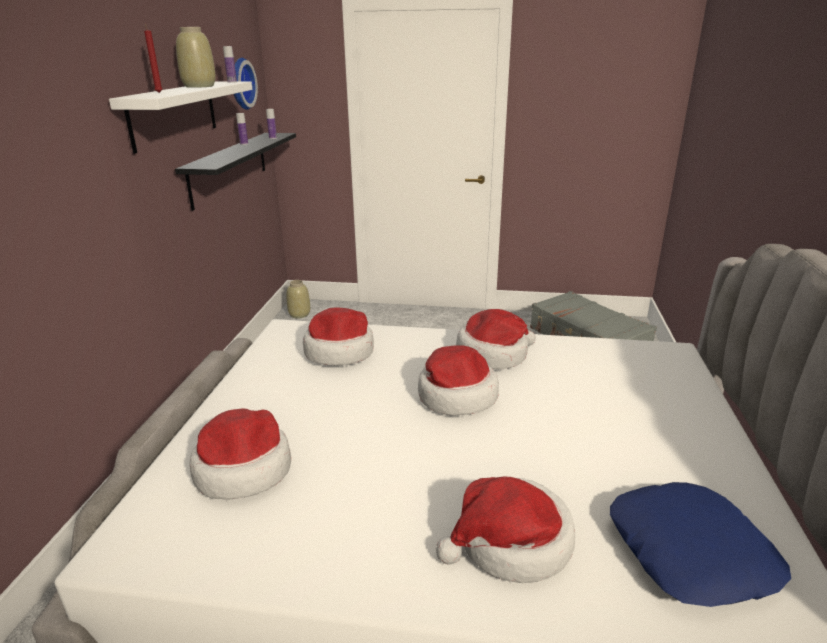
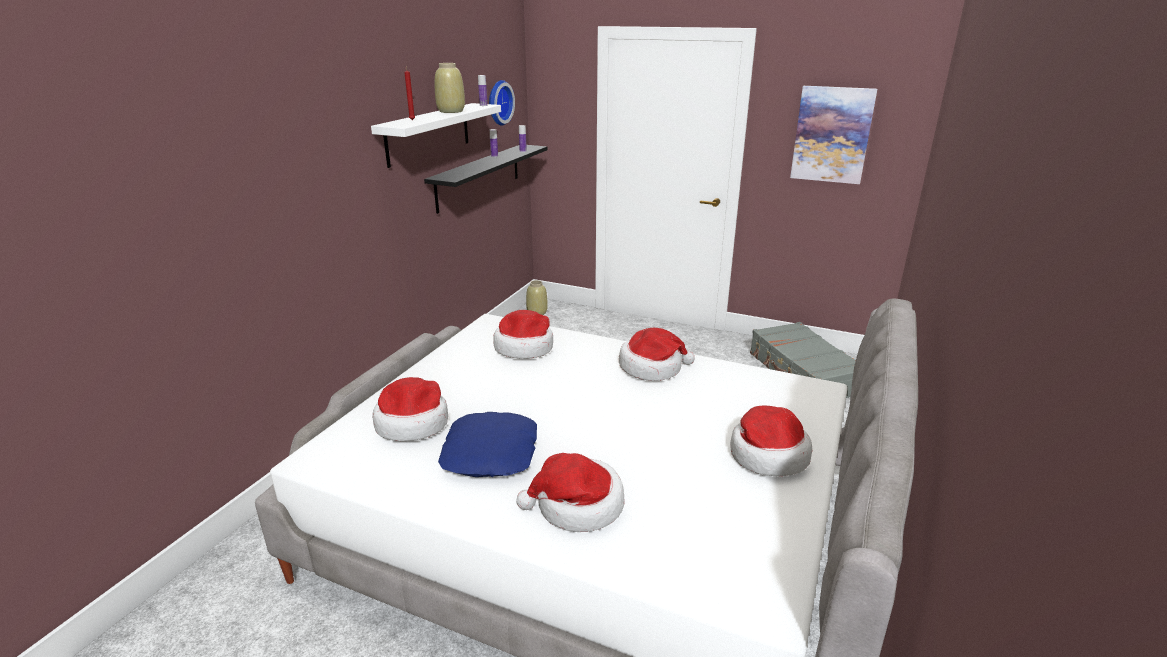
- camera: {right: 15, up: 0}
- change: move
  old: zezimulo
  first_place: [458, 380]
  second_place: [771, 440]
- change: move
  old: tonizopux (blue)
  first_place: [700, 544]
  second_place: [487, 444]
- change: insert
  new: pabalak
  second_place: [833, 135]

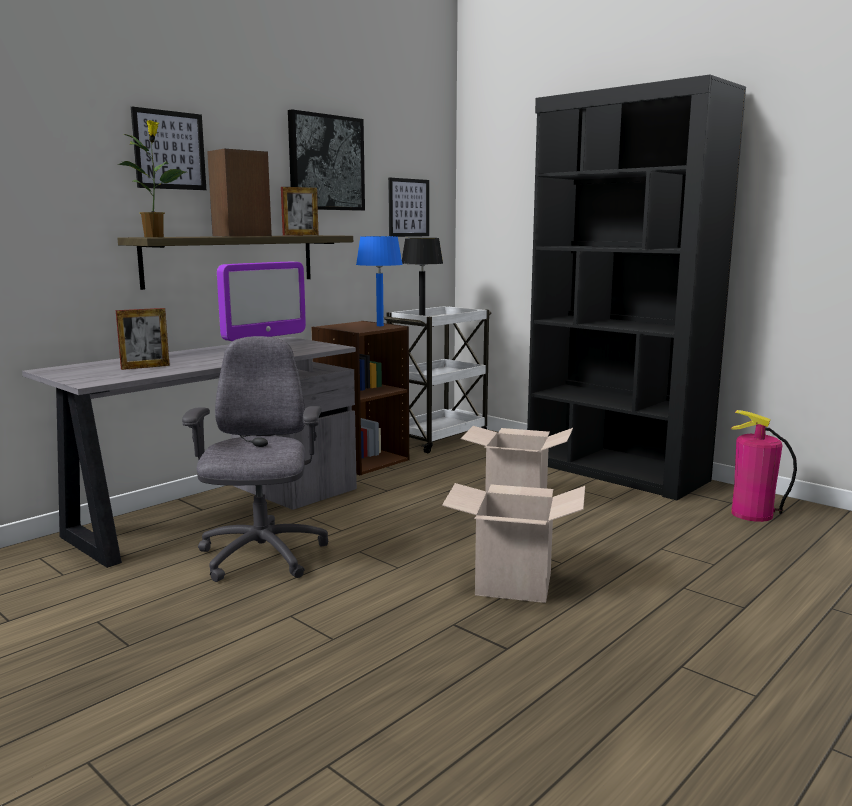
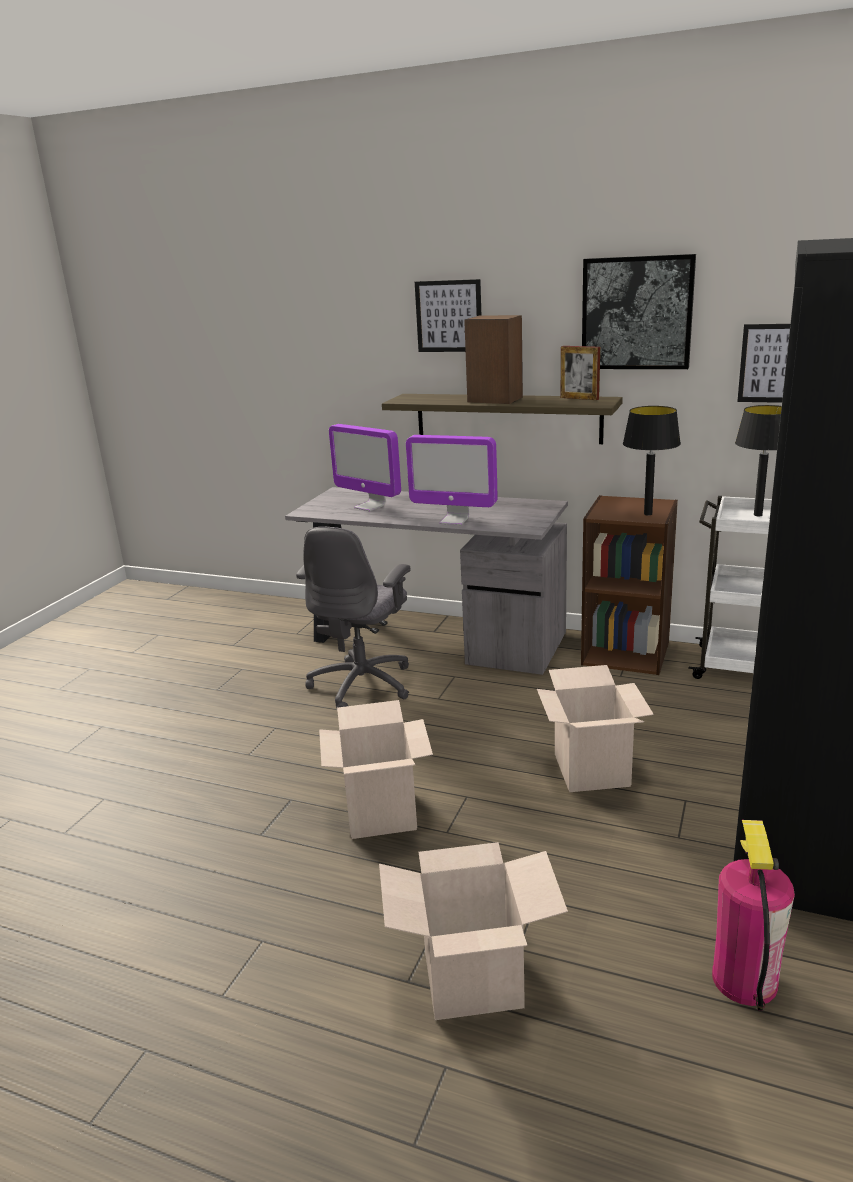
- camera: {right: 70, up: 10}
- change: delete
  old: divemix
  first_place: [152, 178]
- change: recolor
  old: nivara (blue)
  new: nivara (black)
  first_place: [379, 281]
  second_place: [652, 461]
- change: replace
  old: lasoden
  new: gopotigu
  first_place: [143, 339]
  second_place: [365, 467]
- change: rotate
  old: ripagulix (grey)
  first_place: [255, 459]
  second_place: [353, 617]
  degrees: 135
- change: insert
  new: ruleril
  second_place: [473, 931]

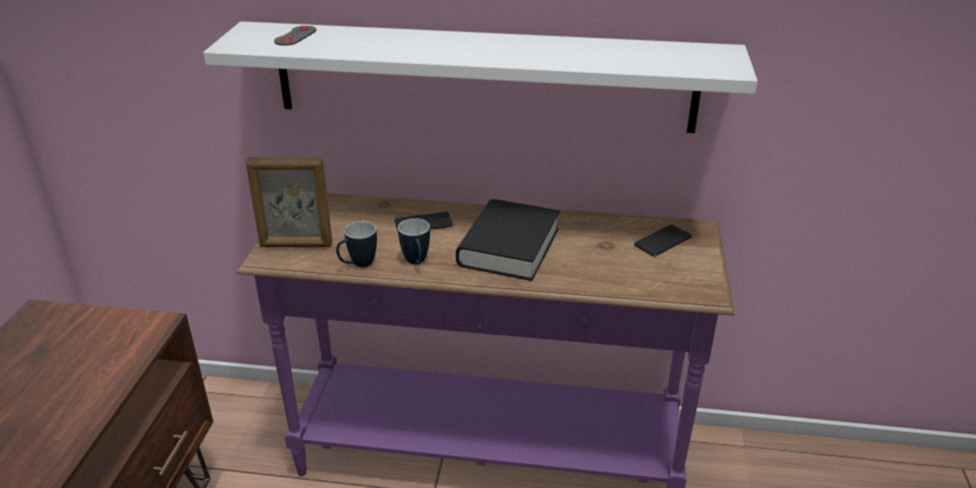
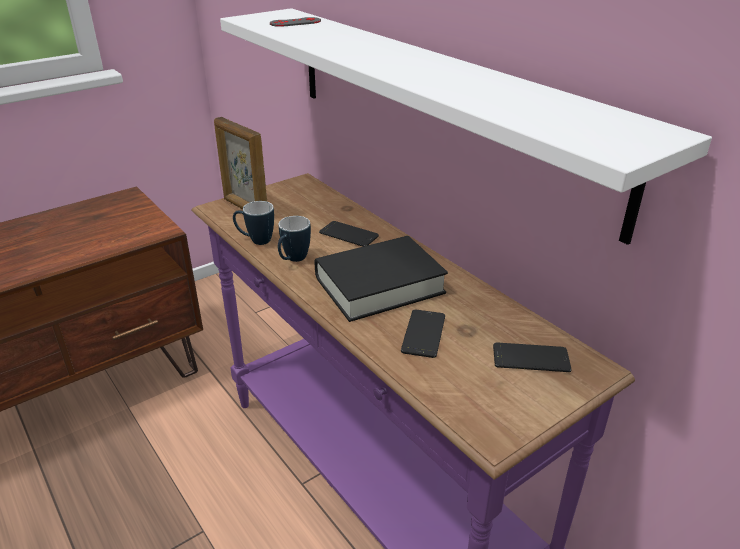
- camera: {right: 45, up: 0}
- change: insert
  new: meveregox
  second_place: [423, 333]

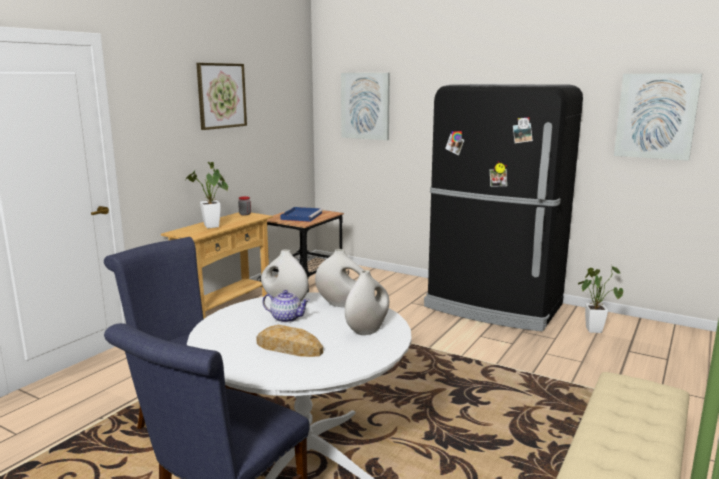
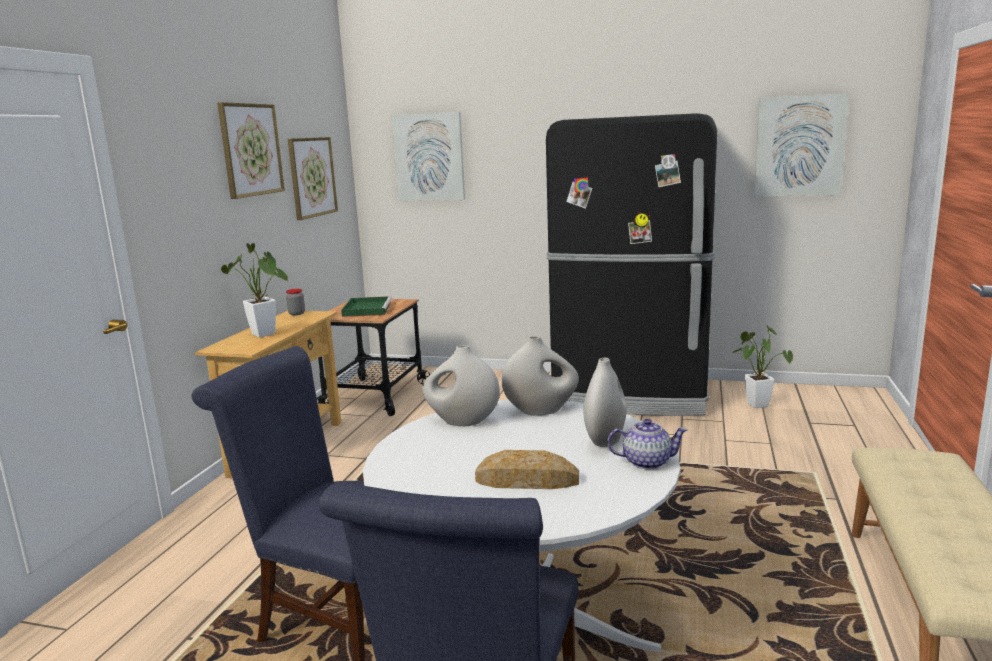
- camera: {right: -15, up: 0}
- change: recolor
  old: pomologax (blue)
  new: pomologax (green)
  first_place: [301, 214]
  second_place: [366, 306]
- change: move
  old: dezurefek
  first_place: [286, 306]
  second_place: [647, 444]
- change: insert
  new: pabalak
  second_place: [313, 178]

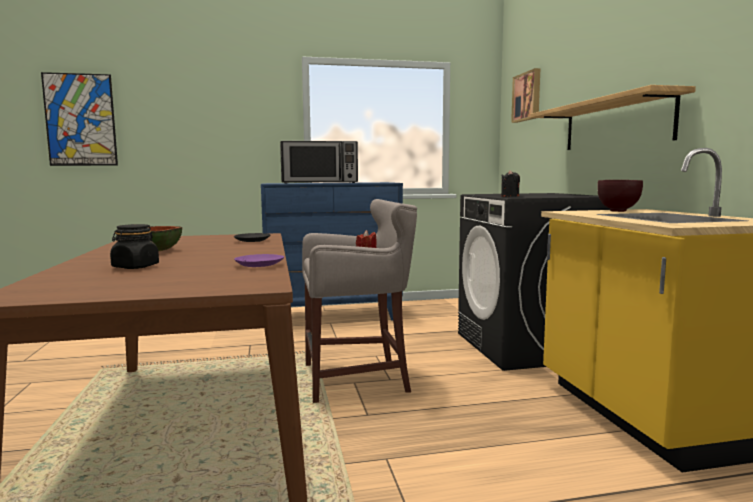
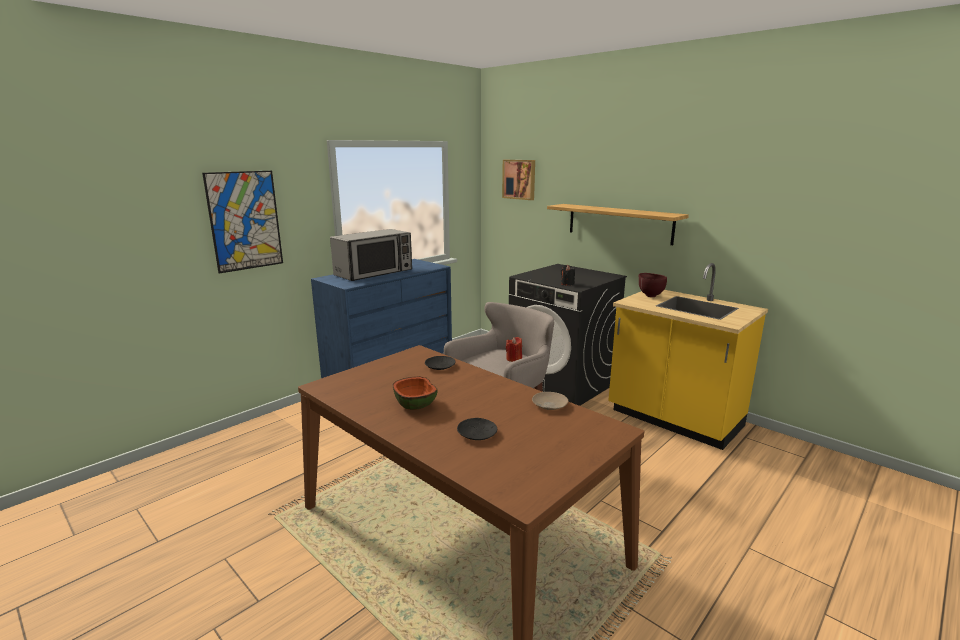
- camera: {right: -35, up: 10}
- change: move
  old: pabalak
  first_place: [79, 119]
  second_place: [242, 222]
- change: replace
  old: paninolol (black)
  new: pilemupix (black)
  first_place: [134, 246]
  second_place: [477, 429]
- change: recolor
  old: pilemupix (purple)
  new: pilemupix (beige)
  first_place: [259, 260]
  second_place: [550, 401]

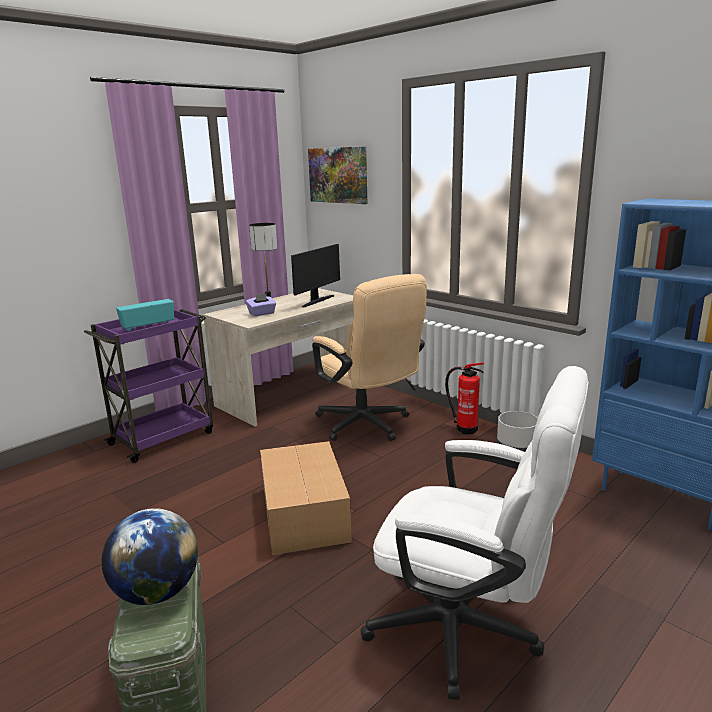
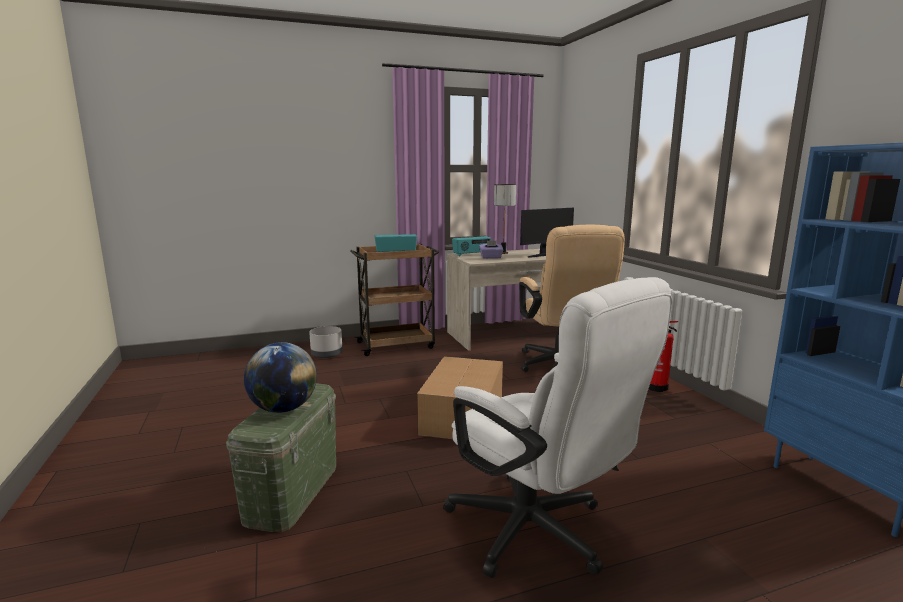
- camera: {right: 25, up: -5}
- change: delete
  old: pabalak
  first_place: [337, 175]
- change: recolor
  old: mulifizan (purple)
  new: mulifizan (brown)
  first_place: [148, 386]
  second_place: [395, 300]
- change: move
  old: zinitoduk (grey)
  first_place: [517, 431]
  second_place: [326, 342]
- change: insert
  new: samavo
  second_place: [471, 246]

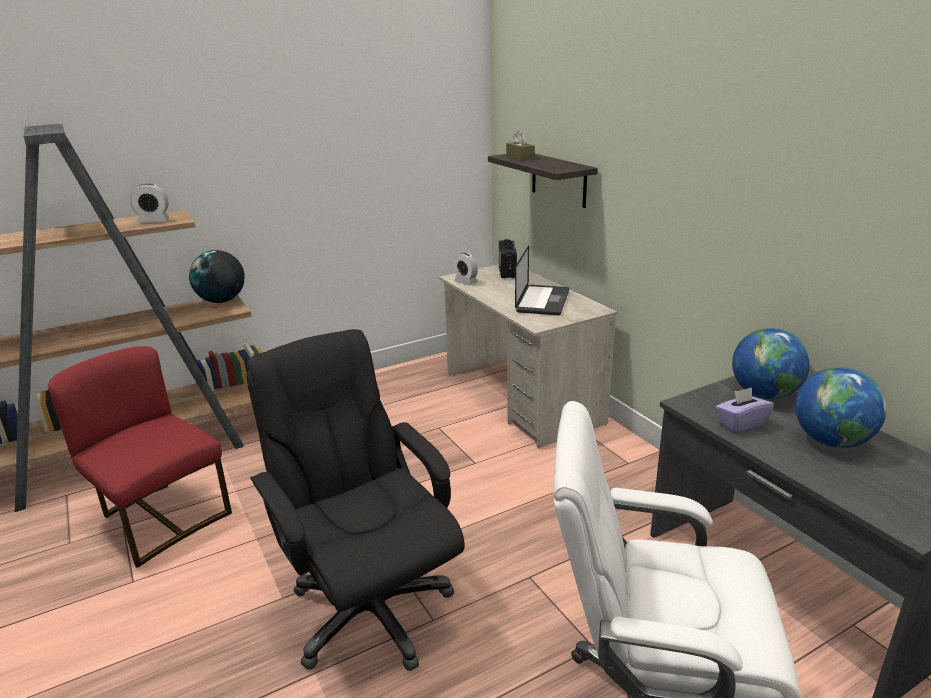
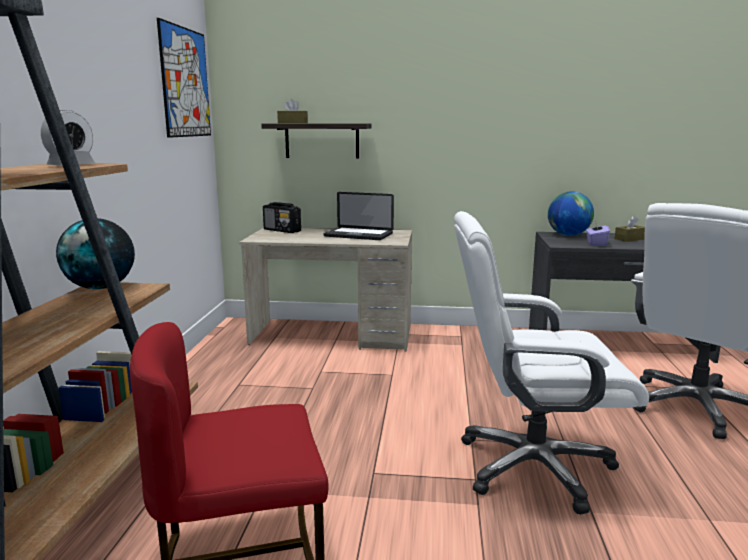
- camera: {right: -55, up: -10}
- change: rotate
  old: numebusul
  first_place: [542, 280]
  second_place: [359, 216]
  degrees: 150
- change: delete
  old: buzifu
  first_place: [466, 269]
- change: recolor
  old: ripagulix (black)
  new: ripagulix (white)
  first_place: [355, 500]
  second_place: [551, 363]
- change: replace
  old: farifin
  new: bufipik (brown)
  first_place: [841, 407]
  second_place: [630, 229]
- change: insert
  new: pabalak
  second_place: [184, 78]

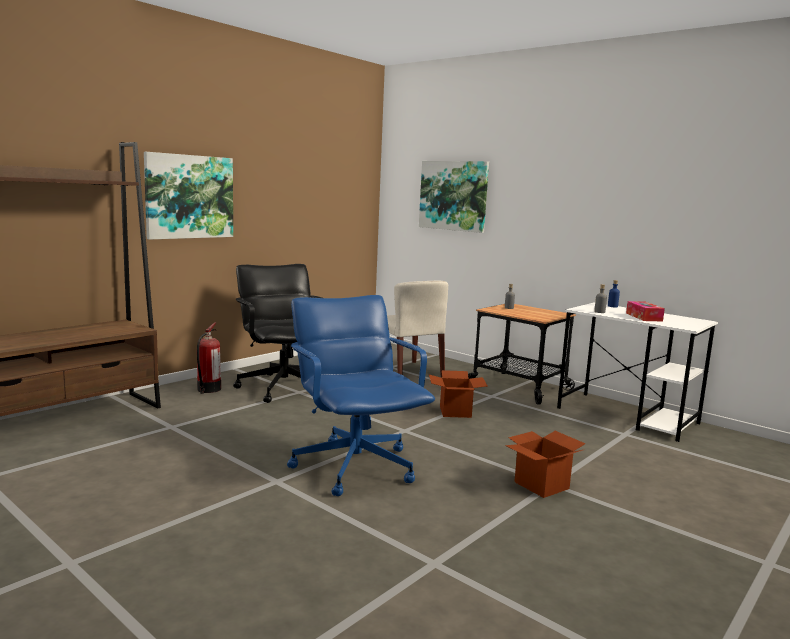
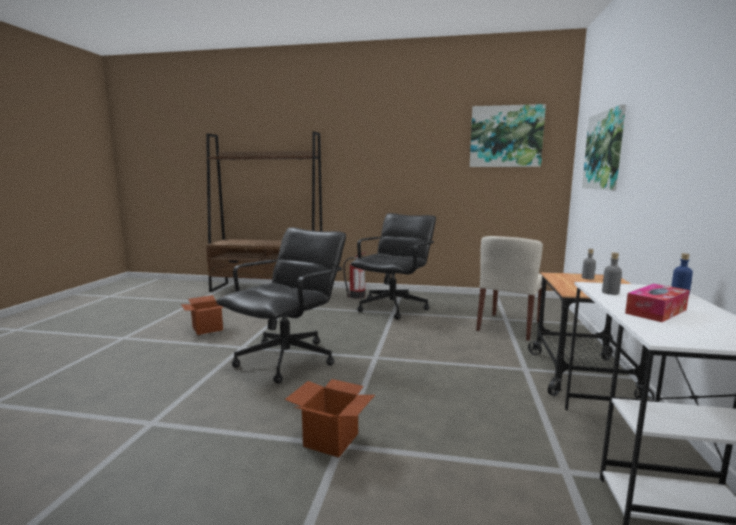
- camera: {right: 60, up: 0}
- change: move
  old: pabalak
  first_place: [188, 196]
  second_place: [508, 135]
- change: recolor
  old: ripagulix (blue)
  new: ripagulix (black)
  first_place: [361, 395]
  second_place: [281, 305]
- change: move
  old: ruleril
  first_place: [458, 394]
  second_place: [202, 315]

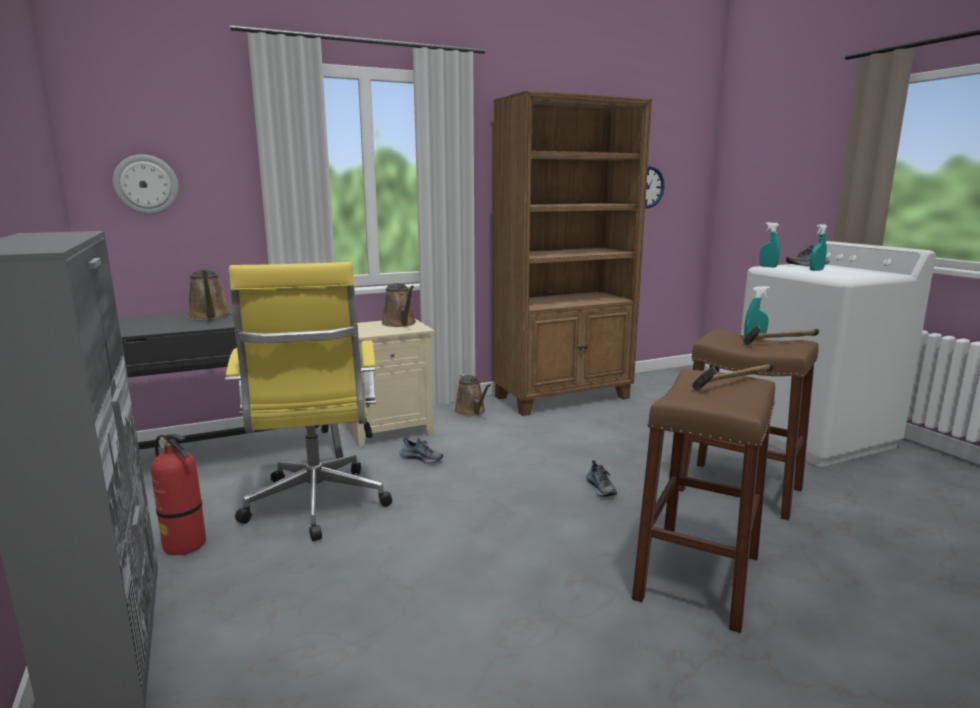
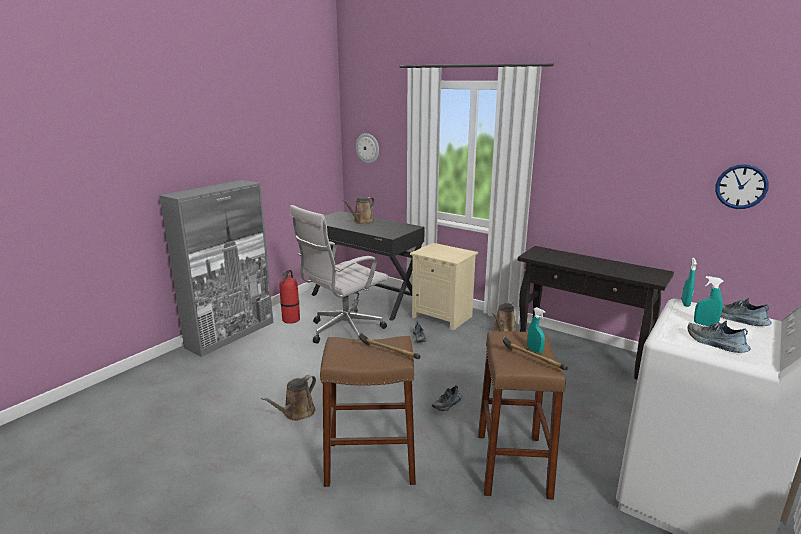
- camera: {right: 60, up: 5}
- change: replace
  old: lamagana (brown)
  new: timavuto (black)
  first_place: [572, 253]
  second_place: [595, 313]
- change: recolor
  old: ripagulix (yellow)
  new: ripagulix (white)
  first_place: [308, 401]
  second_place: [339, 274]
- change: move
  old: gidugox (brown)
  first_place: [399, 305]
  second_place: [288, 398]
- change: insert
  new: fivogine
  second_place: [719, 337]

